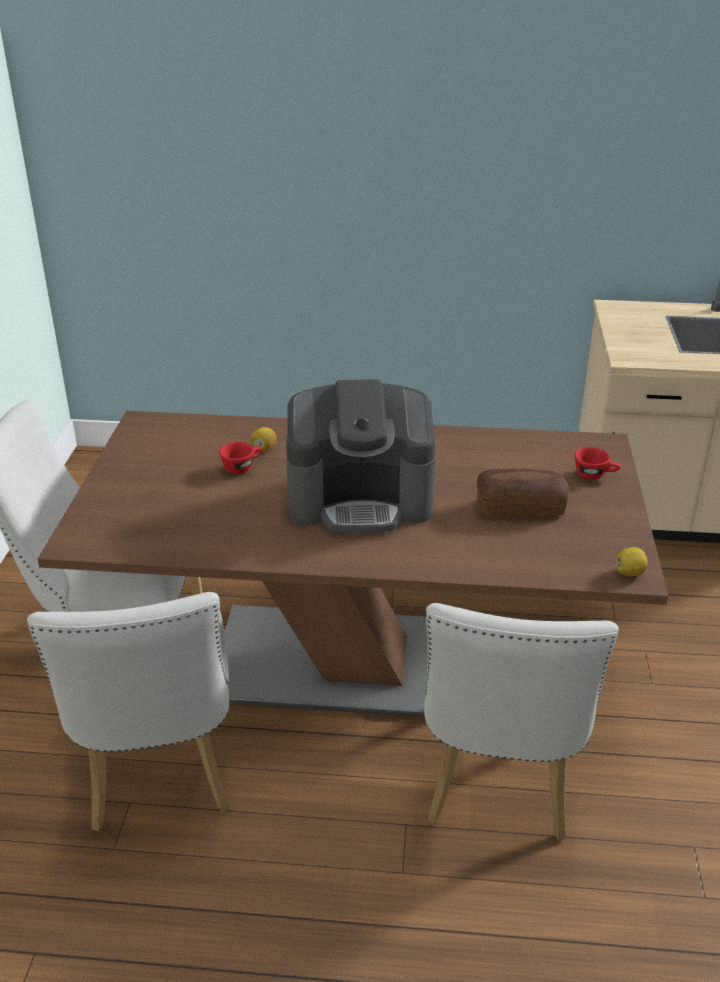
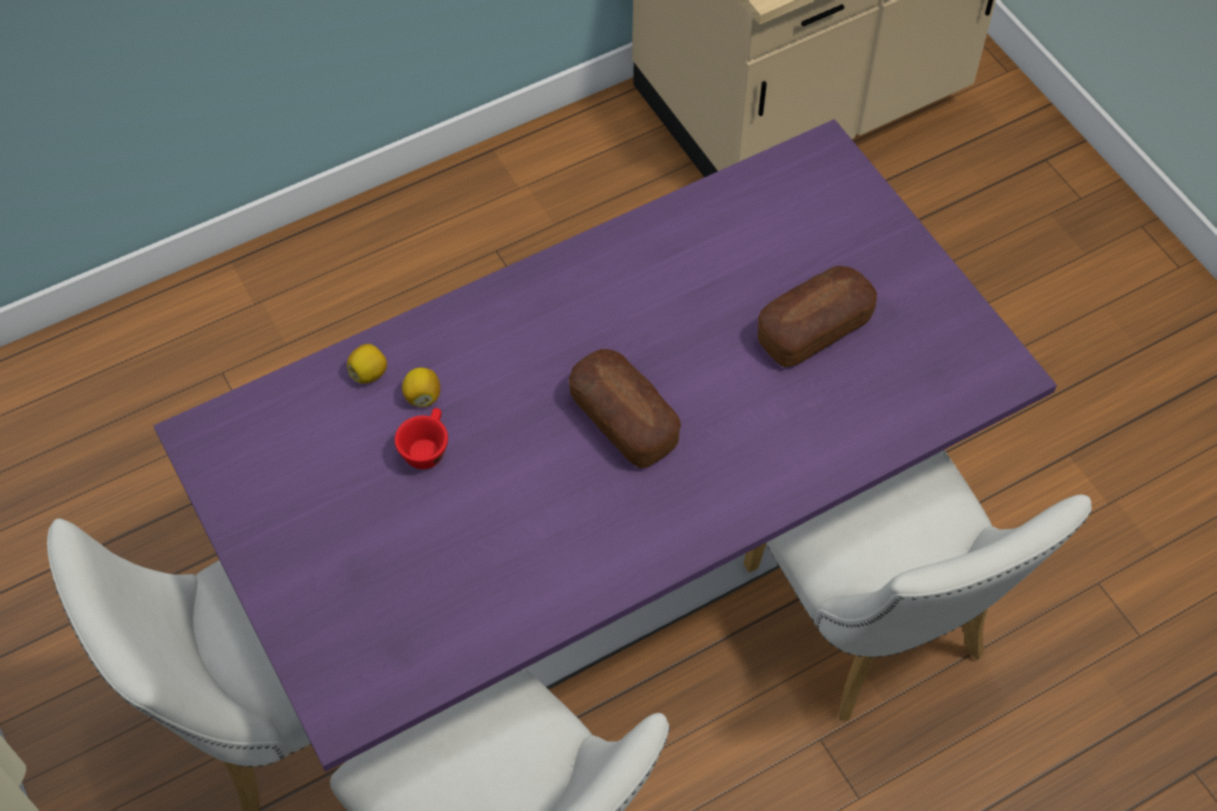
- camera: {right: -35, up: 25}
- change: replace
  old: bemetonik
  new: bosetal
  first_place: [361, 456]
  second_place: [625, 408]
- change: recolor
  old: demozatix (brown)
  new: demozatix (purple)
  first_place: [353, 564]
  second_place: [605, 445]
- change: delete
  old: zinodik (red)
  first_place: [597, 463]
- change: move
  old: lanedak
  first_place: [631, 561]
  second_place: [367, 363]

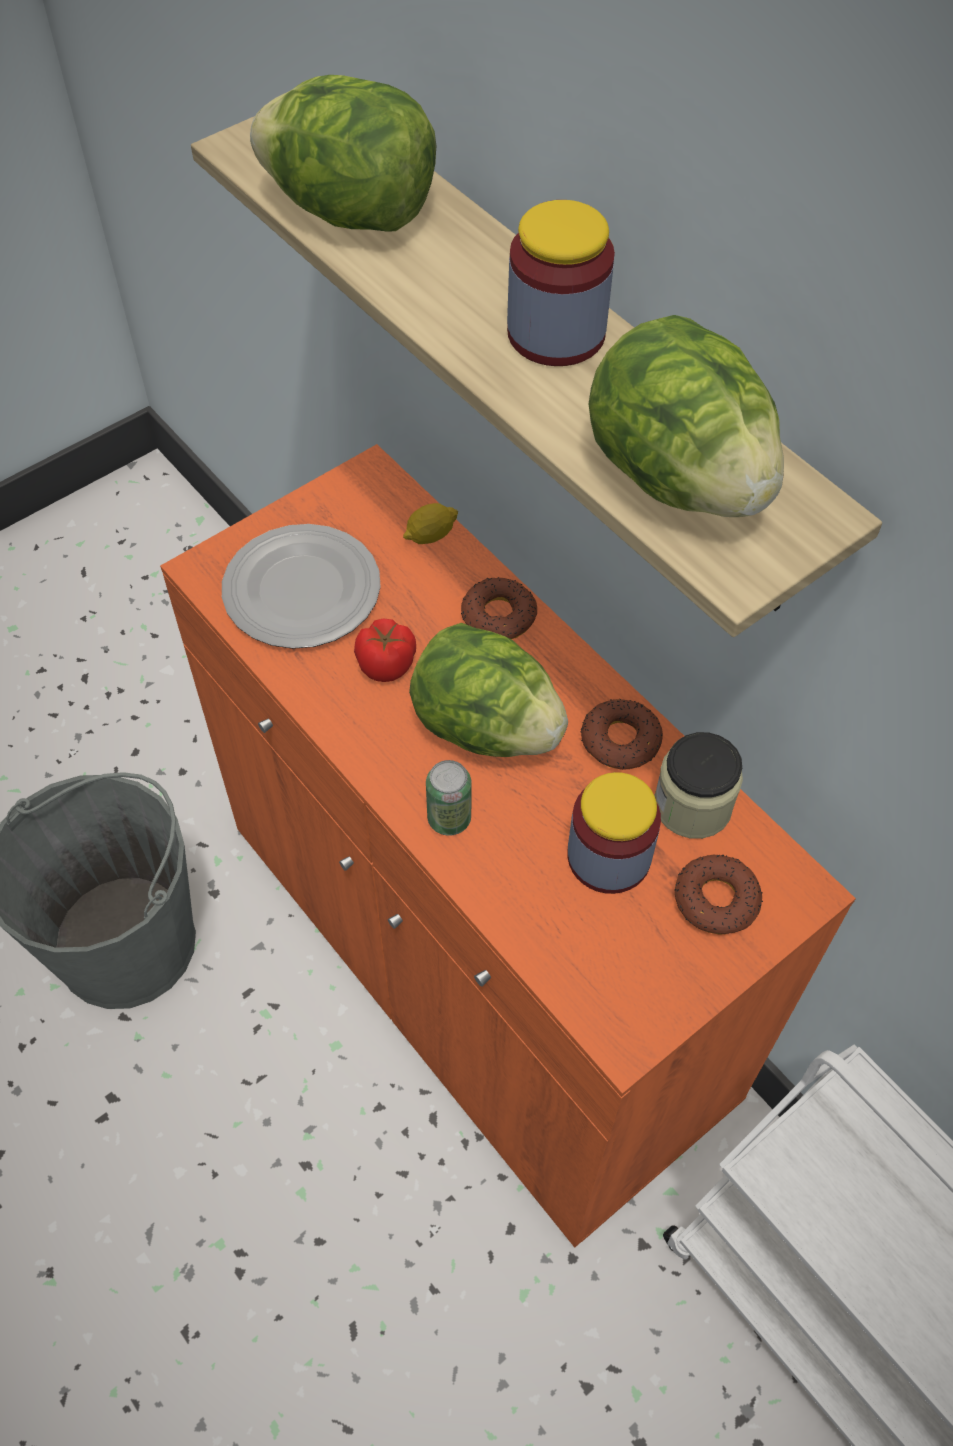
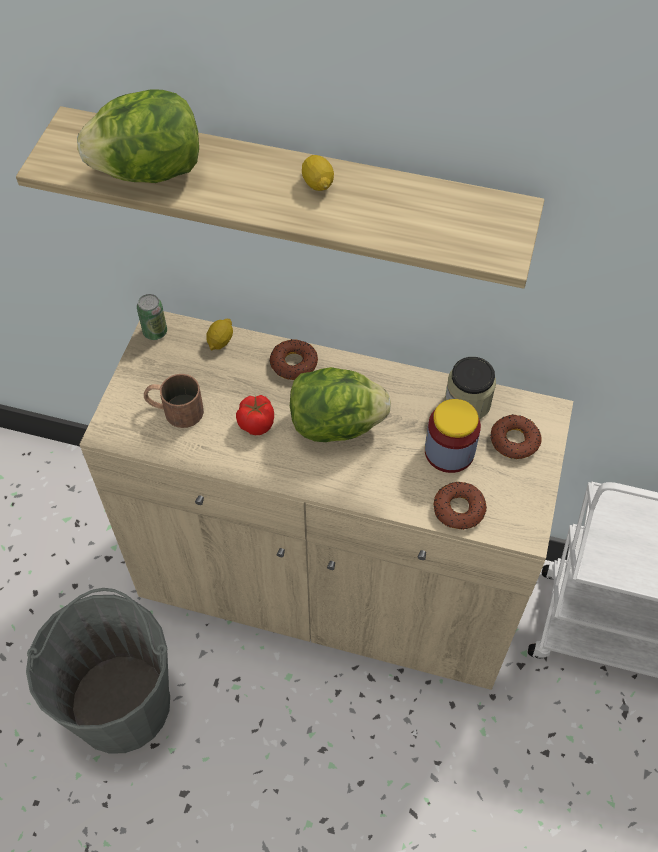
- camera: {right: -35, up: 0}
- change: replace
  old: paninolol
  new: lanedak
  first_place: [561, 283]
  second_place: [318, 173]
- change: delete
  old: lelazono
  first_place: [686, 416]
- change: recolor
  old: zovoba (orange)
  new: zovoba (beige)
  first_place: [508, 846]
  second_place: [326, 500]
- change: replace
  old: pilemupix
  new: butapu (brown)
  first_place: [301, 586]
  second_place: [174, 401]
- change: move
  old: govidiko
  first_place: [622, 734]
  second_place: [460, 506]
- change: move
  old: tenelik
  first_place: [449, 798]
  second_place: [152, 317]

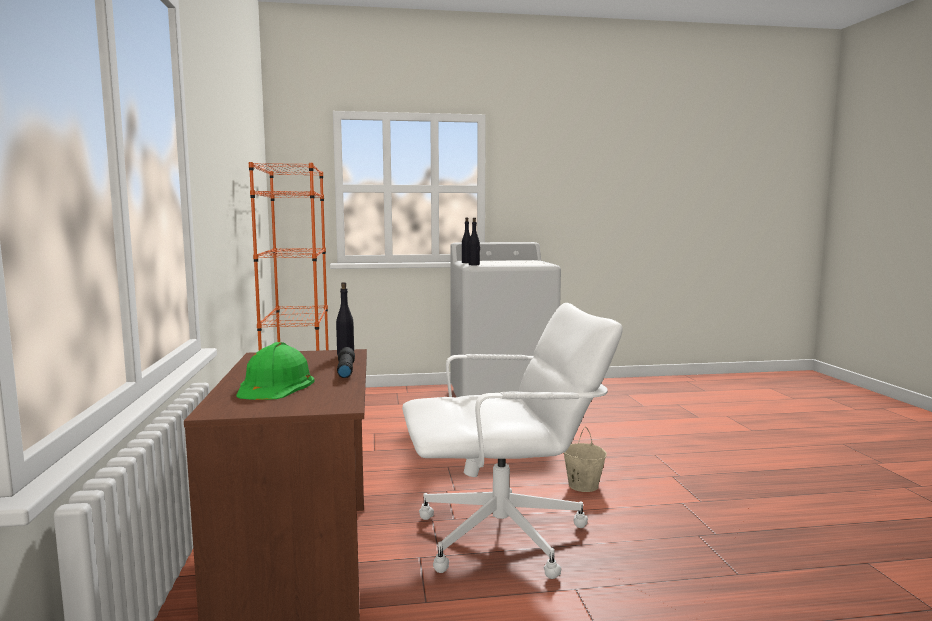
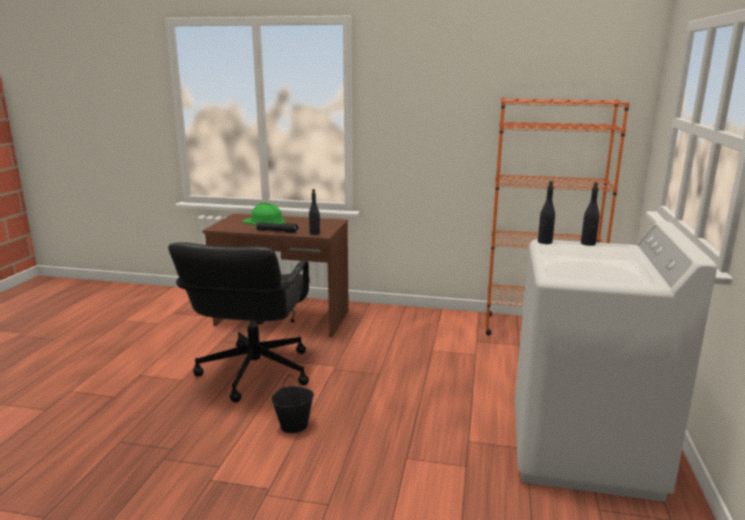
- camera: {right: 110, up: 10}
- change: recolor
  old: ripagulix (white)
  new: ripagulix (black)
  first_place: [512, 441]
  second_place: [239, 322]
- change: recolor
  old: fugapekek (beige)
  new: fugapekek (black)
  first_place: [585, 459]
  second_place: [292, 404]

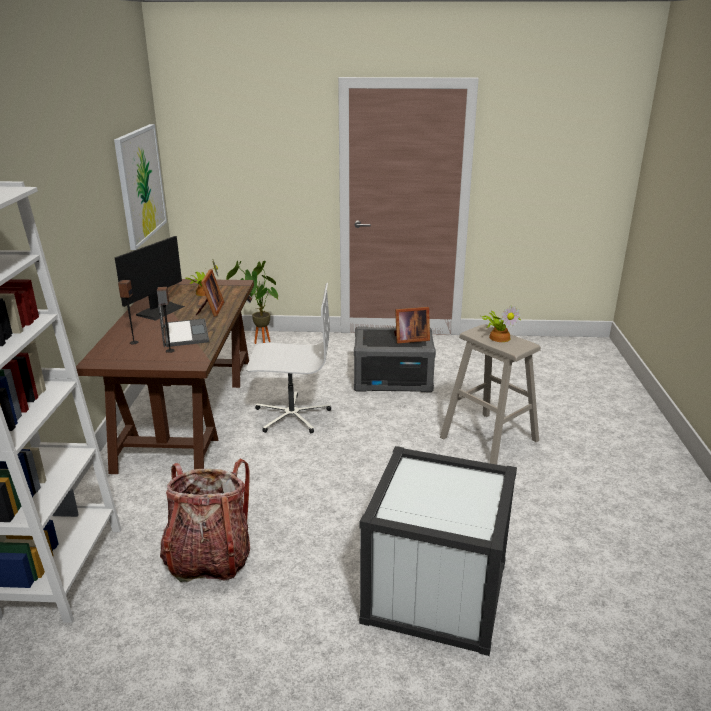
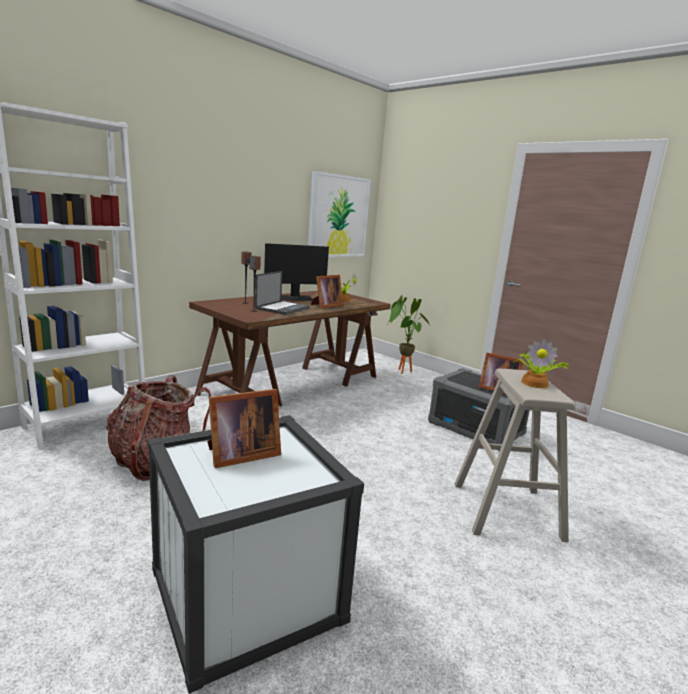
- camera: {right: 40, up: -10}
- change: delete
  old: ripagulix (white)
  first_place: [288, 358]
- change: insert
  new: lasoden
  second_place: [244, 428]

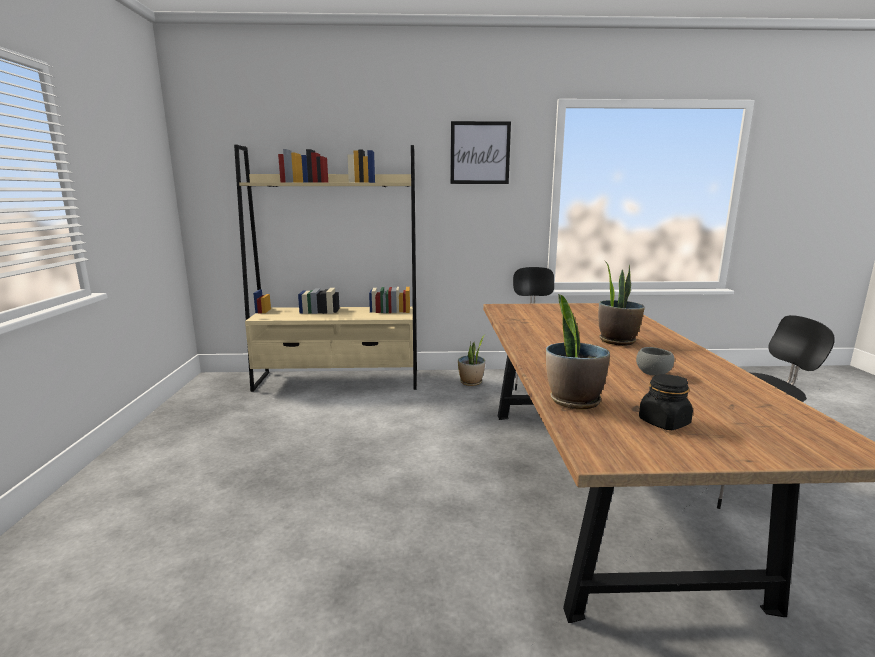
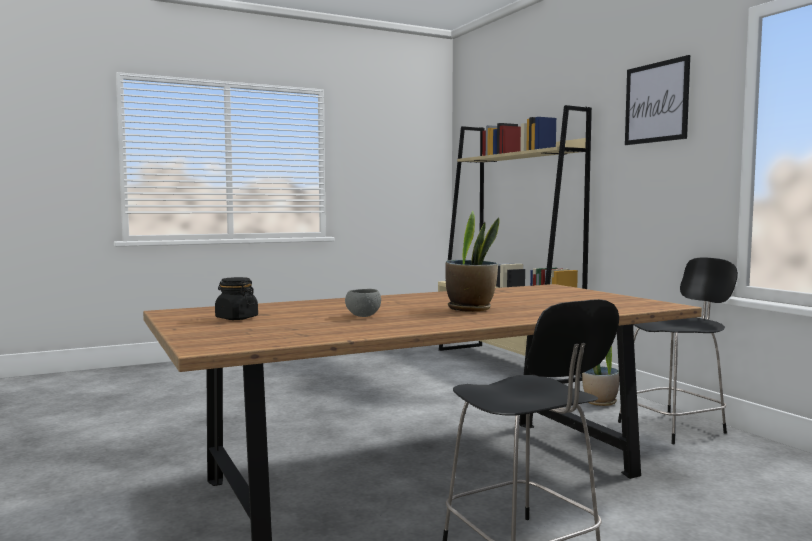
- camera: {right: 65, up: -10}
- change: delete
  old: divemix
  first_place: [578, 351]

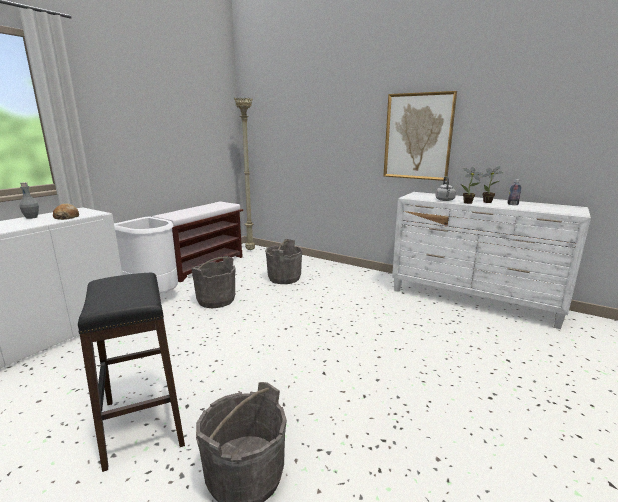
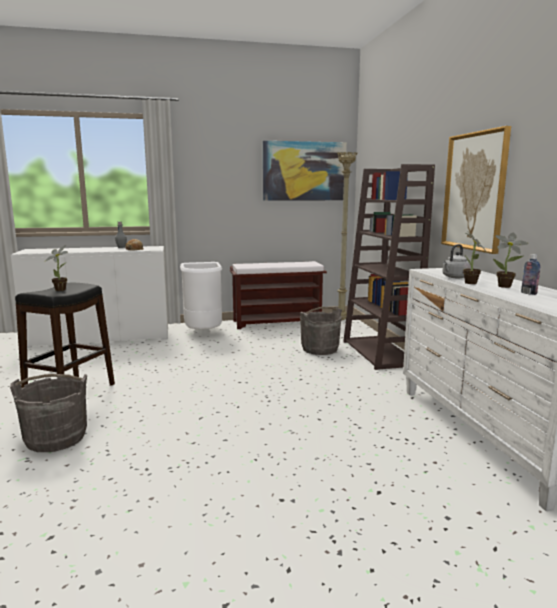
- camera: {right: 45, up: -5}
- change: delete
  old: fugapekek (grey)
  first_place: [213, 282]
- change: insert
  new: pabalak
  second_place: [305, 171]
- change: insert
  new: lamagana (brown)
  second_place: [389, 267]
- change: insert
  new: divemix
  second_place: [56, 268]

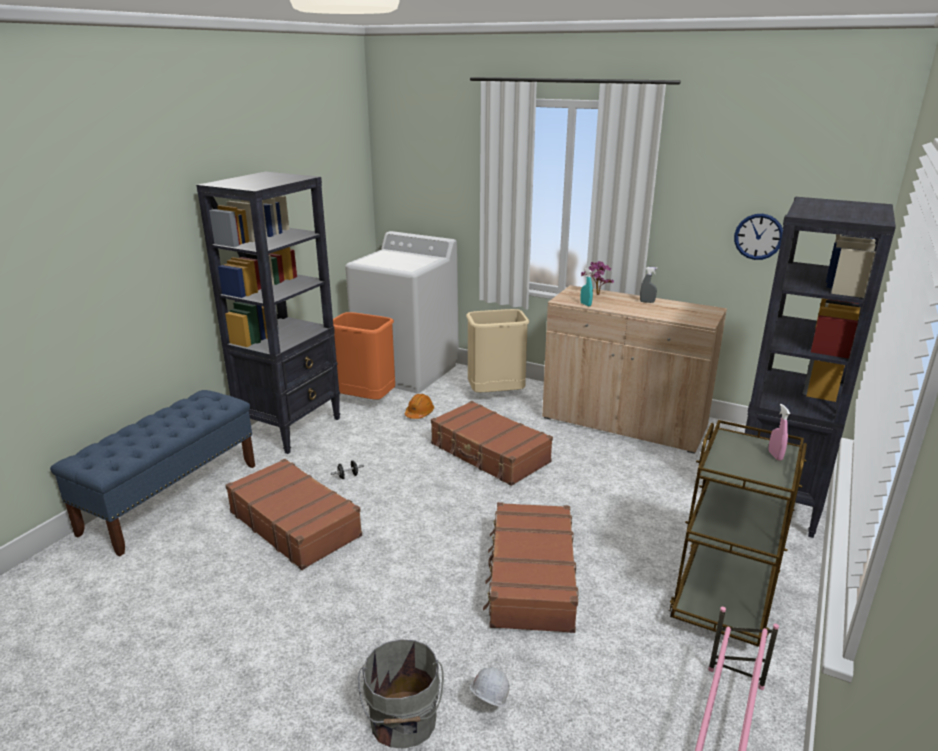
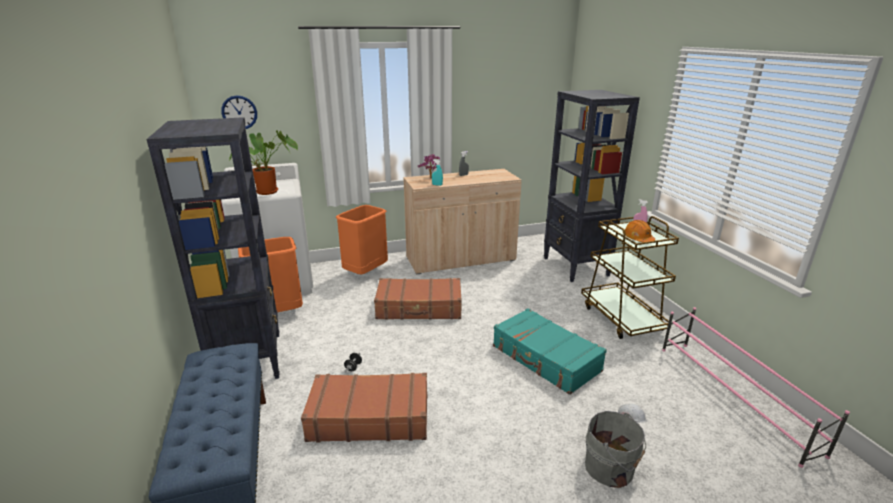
- camera: {right: -45, up: 0}
- change: move
  old: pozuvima
  first_place: [758, 237]
  second_place: [239, 112]
- change: recolor
  old: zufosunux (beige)
  new: zufosunux (orange)
  first_place: [497, 350]
  second_place: [362, 239]
- change: move
  old: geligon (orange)
  first_place: [419, 406]
  second_place: [640, 231]
- change: recolor
  old: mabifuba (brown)
  new: mabifuba (turquoise)
  first_place: [530, 567]
  second_place: [550, 351]
- change: insert
  new: divemix
  second_place: [263, 162]

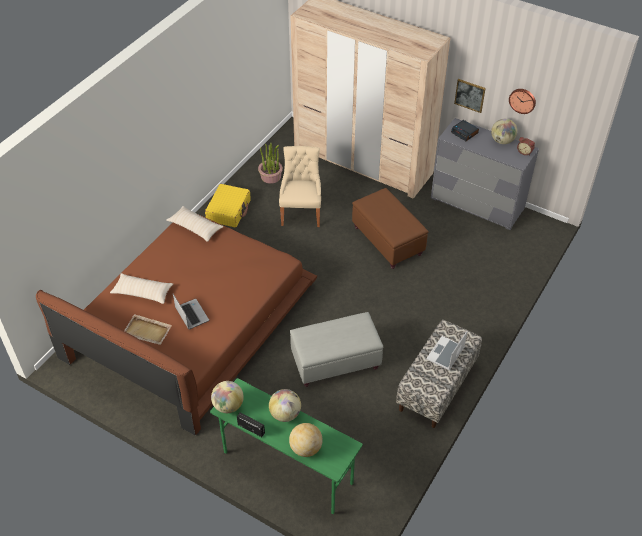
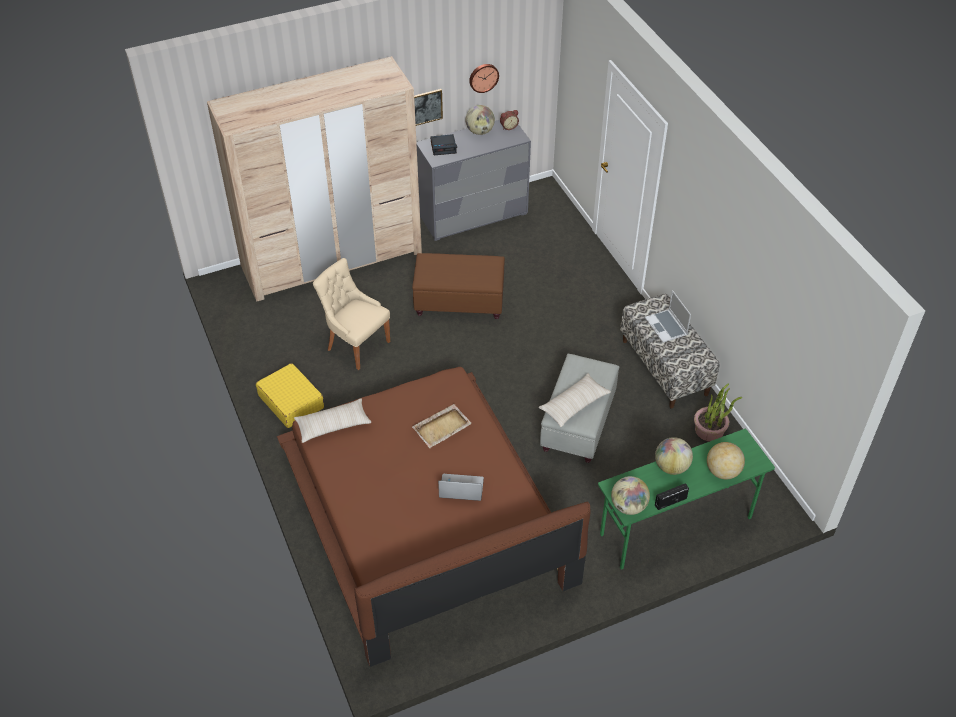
- camera: {right: -55, up: 0}
- change: move
  old: divemix
  first_place: [270, 163]
  second_place: [718, 412]
- change: move
  old: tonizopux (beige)
  first_place: [141, 288]
  second_place: [574, 400]
- change: move
  old: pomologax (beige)
  first_place: [148, 329]
  second_place: [442, 426]

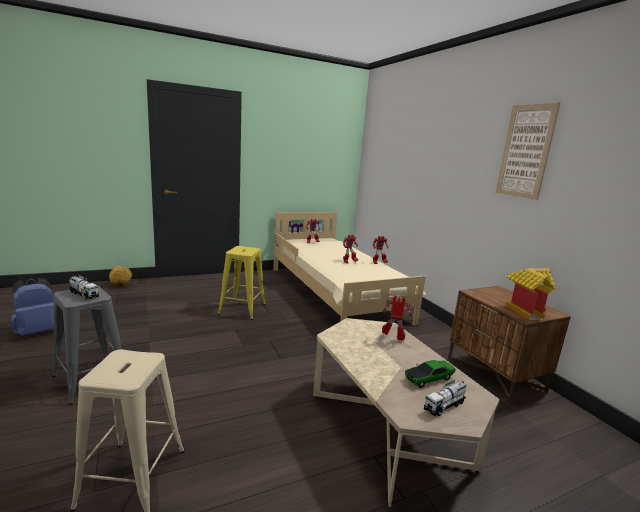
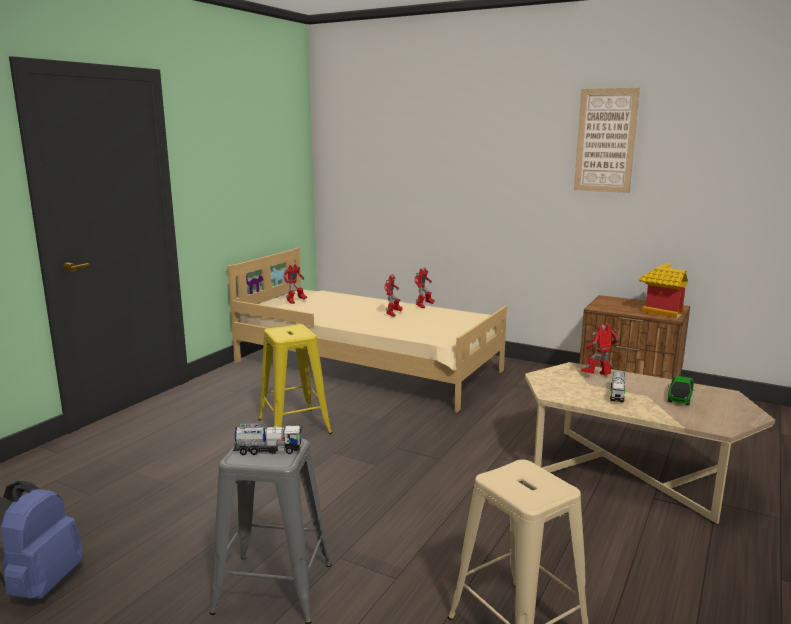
- camera: {right: -35, up: 0}
- change: delete
  old: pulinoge
  first_place: [120, 276]
- change: move
  old: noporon
  first_place: [445, 398]
  second_place: [617, 386]

